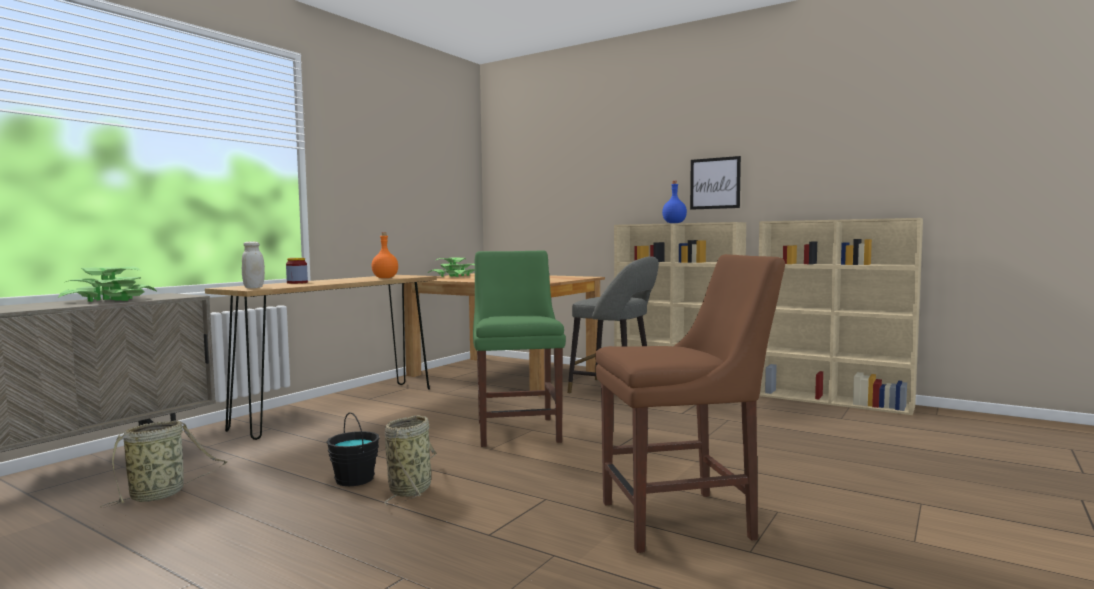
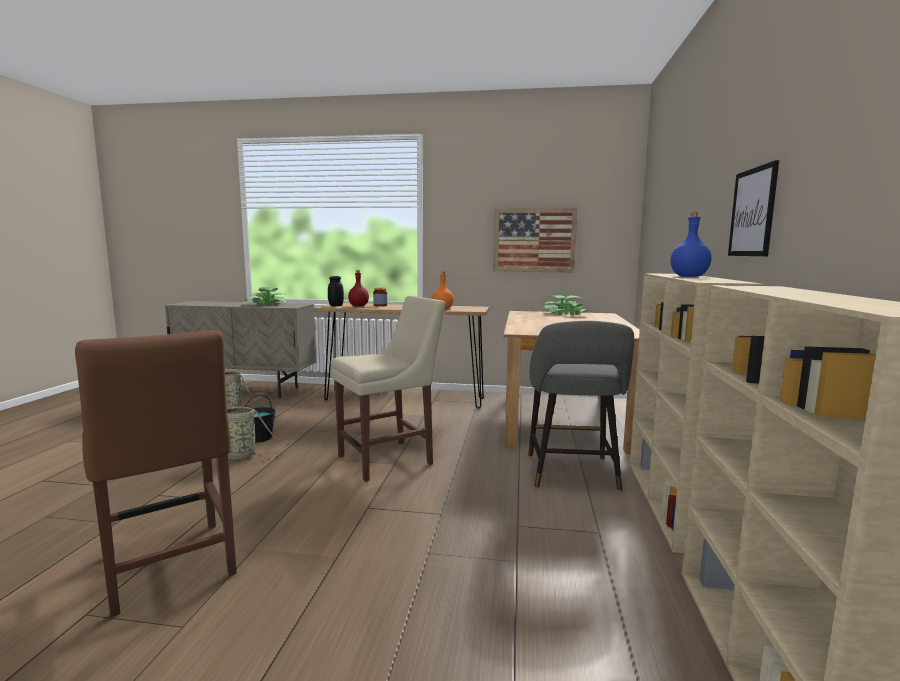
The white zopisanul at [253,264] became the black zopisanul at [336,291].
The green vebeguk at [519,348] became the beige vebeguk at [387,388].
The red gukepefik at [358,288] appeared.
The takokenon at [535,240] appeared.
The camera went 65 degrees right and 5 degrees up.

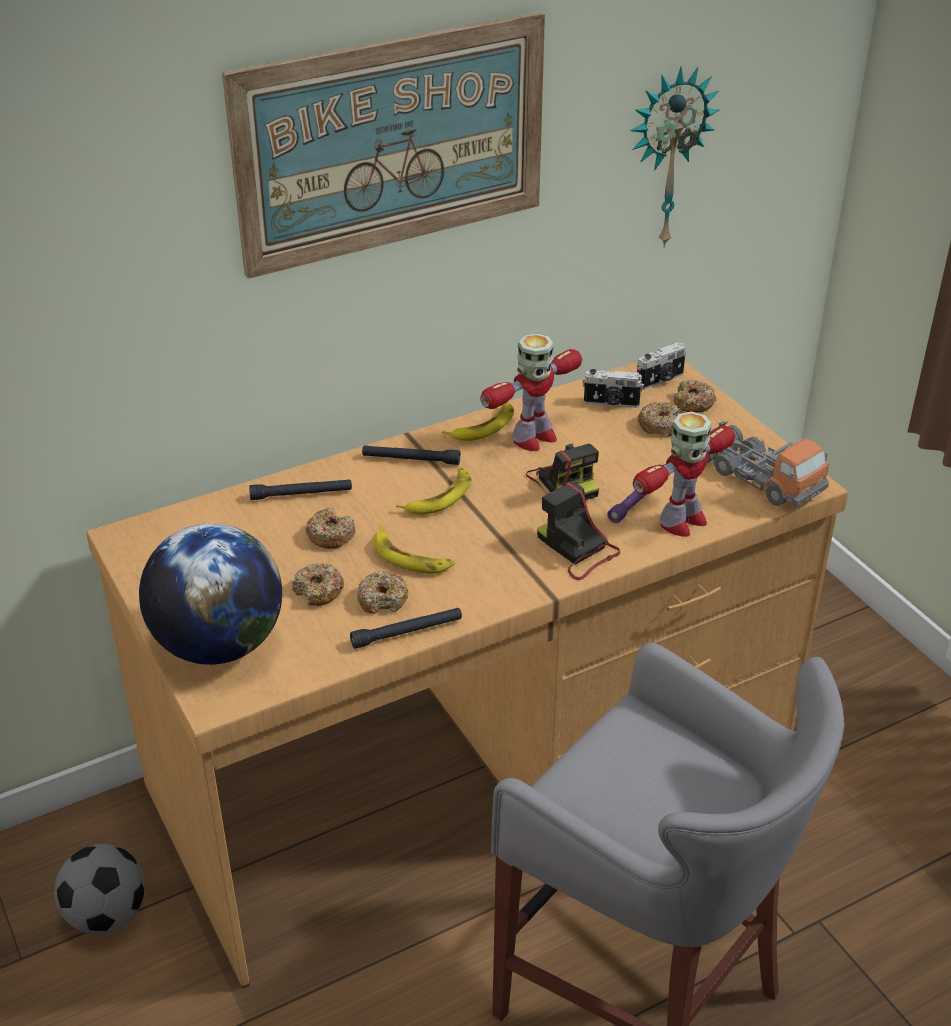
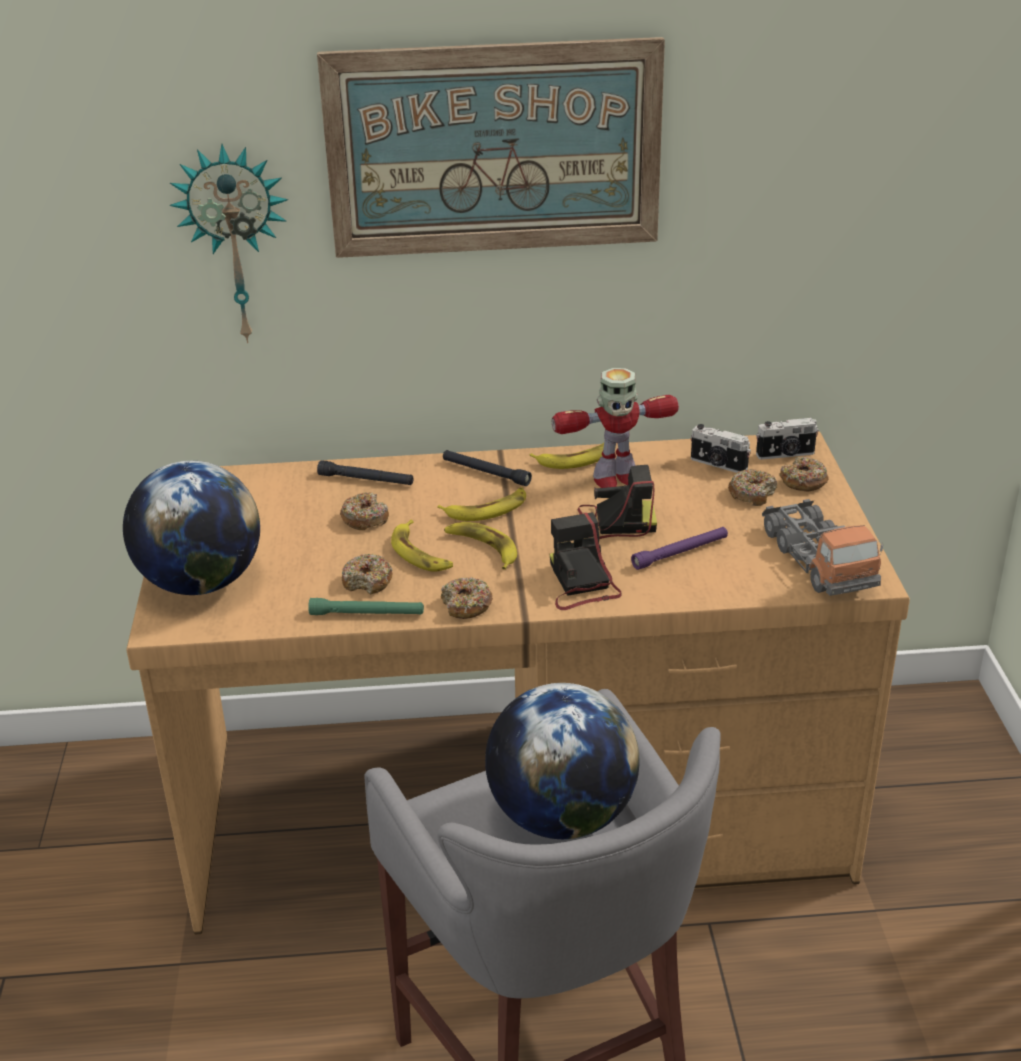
The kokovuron at [99,889] disappeared.
The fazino moved from [318,584] to [467,598].
The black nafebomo at [406,628] became the green nafebomo at [366,606].
The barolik at [562,472] turned 90 degrees counterclockwise.
The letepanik moved from [675,157] to [229,243].
The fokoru at [684,474] disappeared.
The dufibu at [480,546] appeared.
The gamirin at [562,761] appeared.
The camera went 25 degrees right and 5 degrees down.

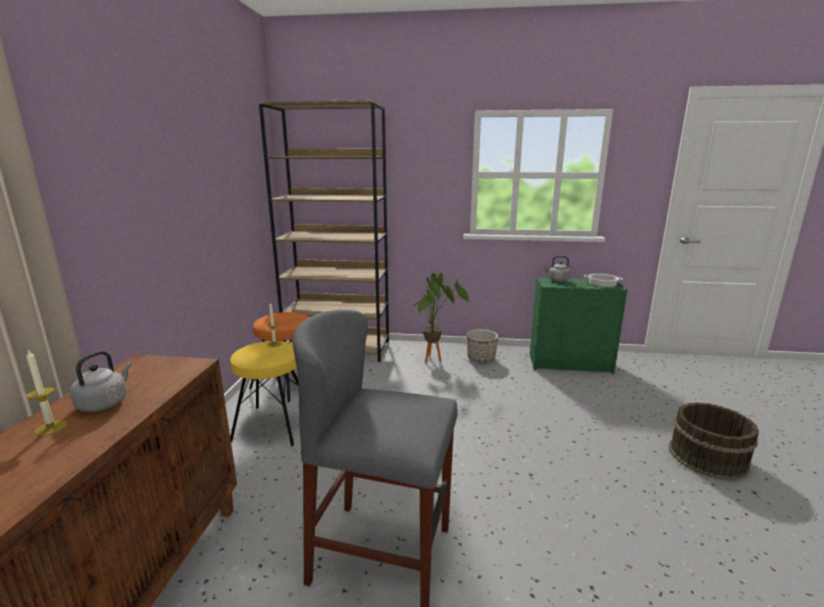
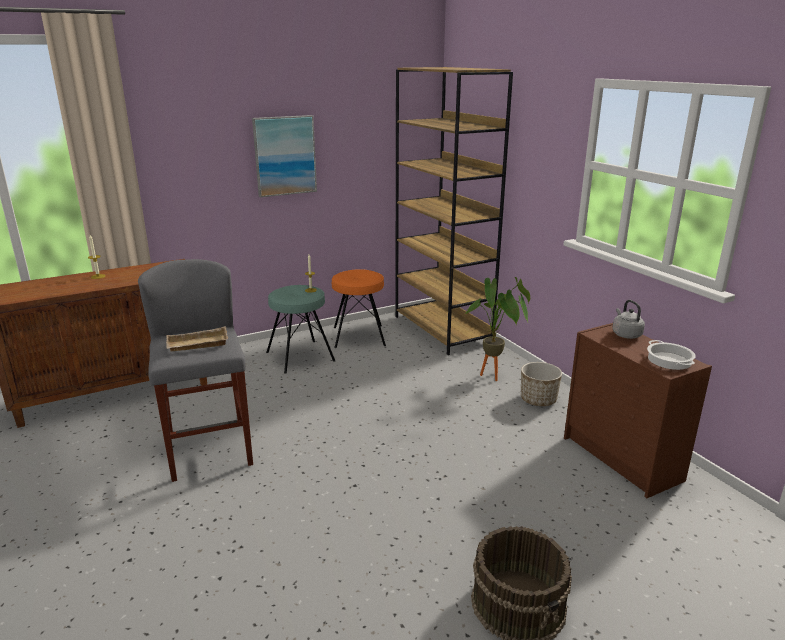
The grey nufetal at [101,381] disappeared.
The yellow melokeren at [264,393] became the turquoise melokeren at [301,329].
The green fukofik at [578,325] became the brown fukofik at [638,410].
The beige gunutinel at [197,338] appeared.
The takokenon at [284,156] appeared.
The camera went 55 degrees right and 5 degrees up.

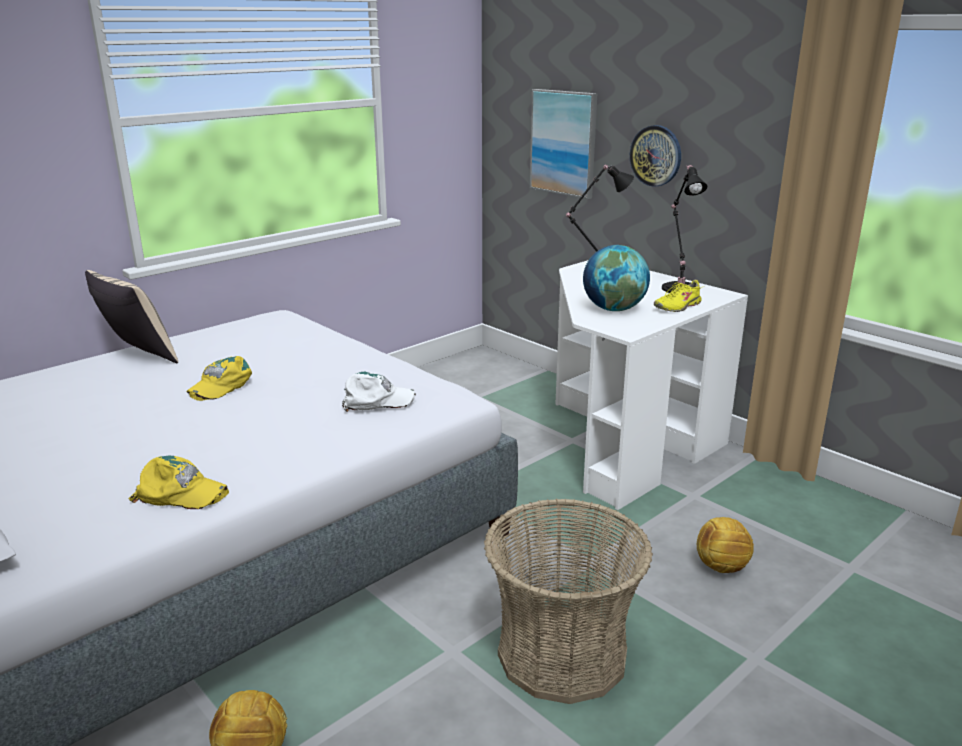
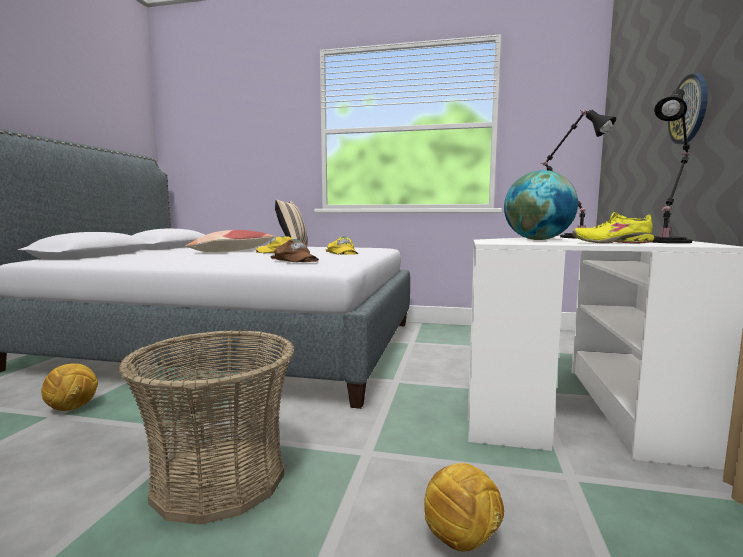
The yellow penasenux moved from [179,482] to [341,245].
The white penasenux at [379,392] became the brown penasenux at [294,250].
The takokenon at [563,144] disappeared.
The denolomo at [230,241] appeared.
The camera went 55 degrees right and 15 degrees down.

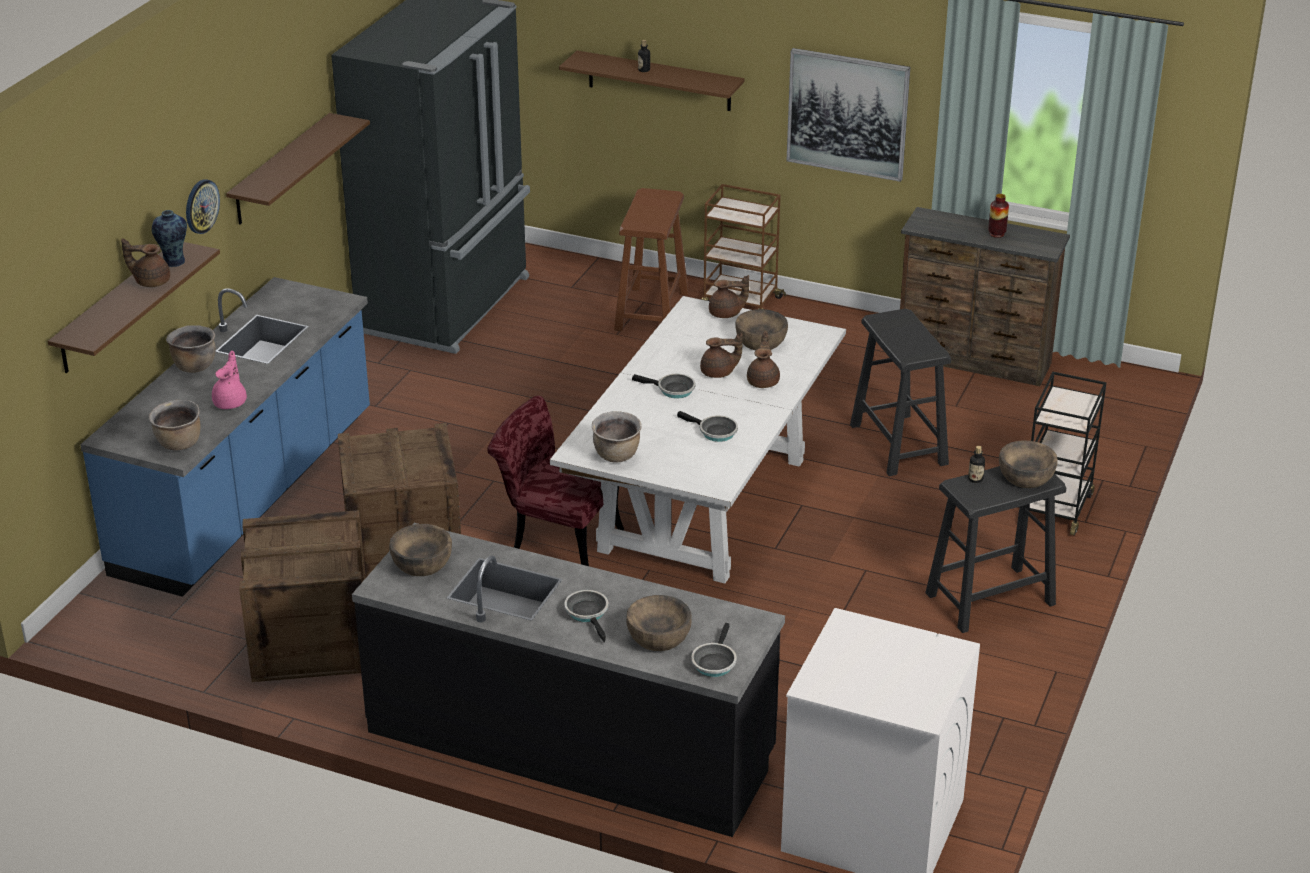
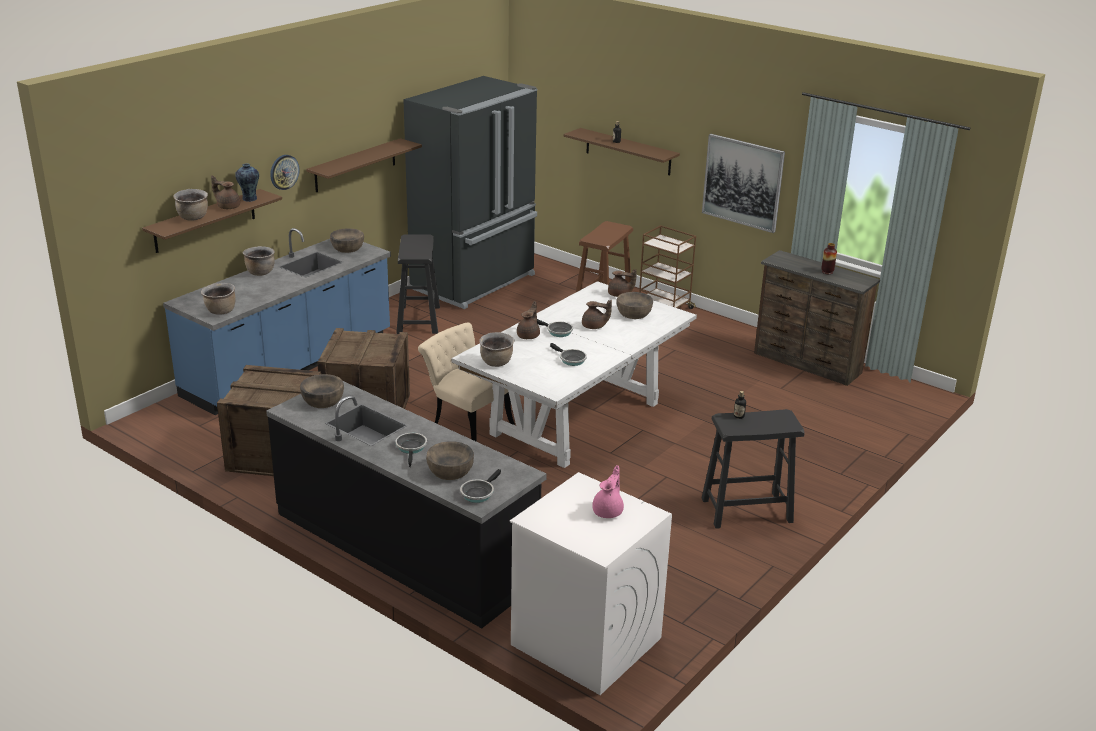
The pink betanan moved from [229,380] to [608,491].
The red vebeguk at [555,481] became the beige vebeguk at [466,382].
The brown betanan moved from [763,359] to [528,320].
The black melokeren moved from [900,392] to [418,284].
The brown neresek moved from [1028,464] to [347,240].
The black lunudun at [1068,453] disappeared.
The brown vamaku at [190,205] appeared.
The camera went 15 degrees right and 5 degrees down.

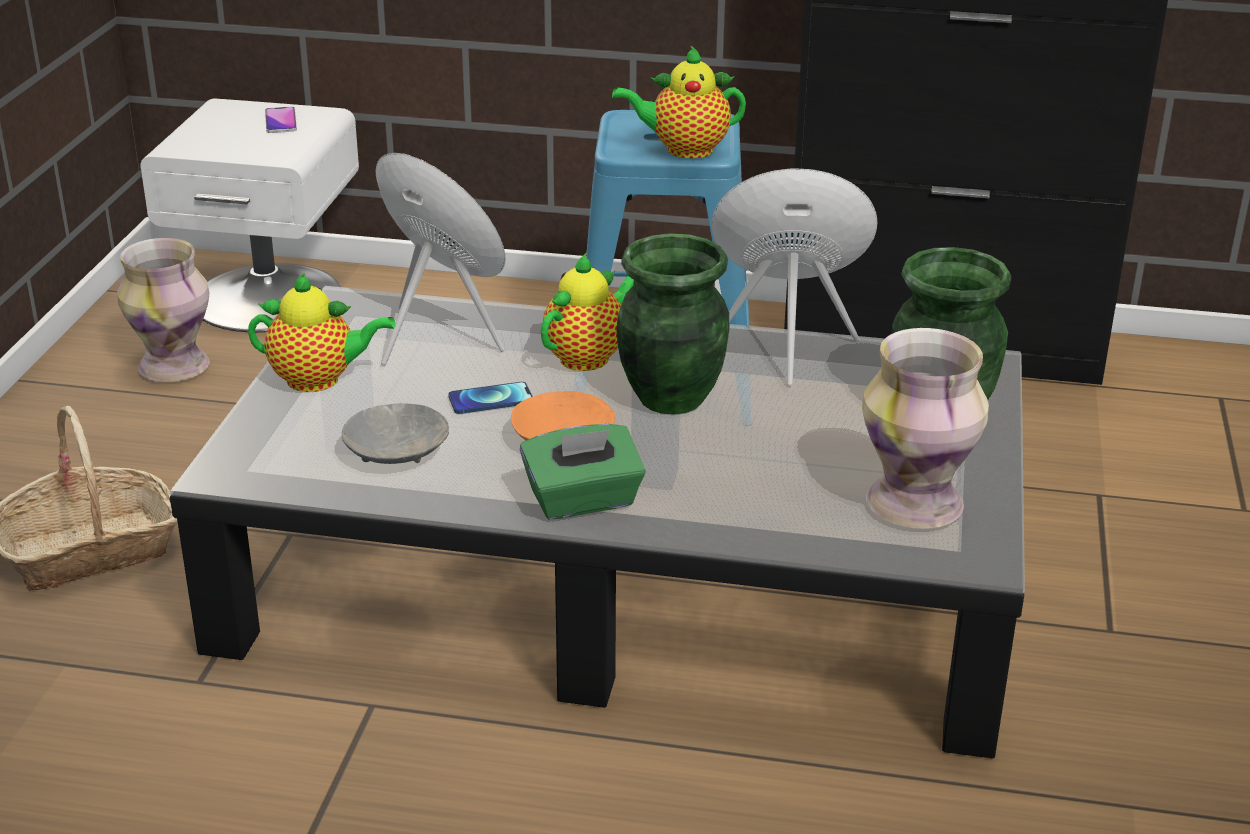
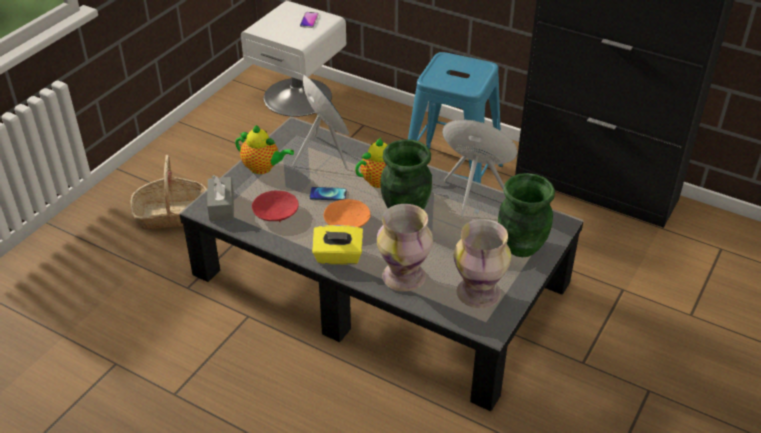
The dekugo moved from [163,310] to [405,248].
The grey neresek at [395,433] became the red neresek at [275,206].
The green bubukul at [583,471] became the yellow bubukul at [337,245].
The betanan at [679,102] disappeared.
The grey bubukul at [220,198] appeared.
The camera went 20 degrees right and 10 degrees up.

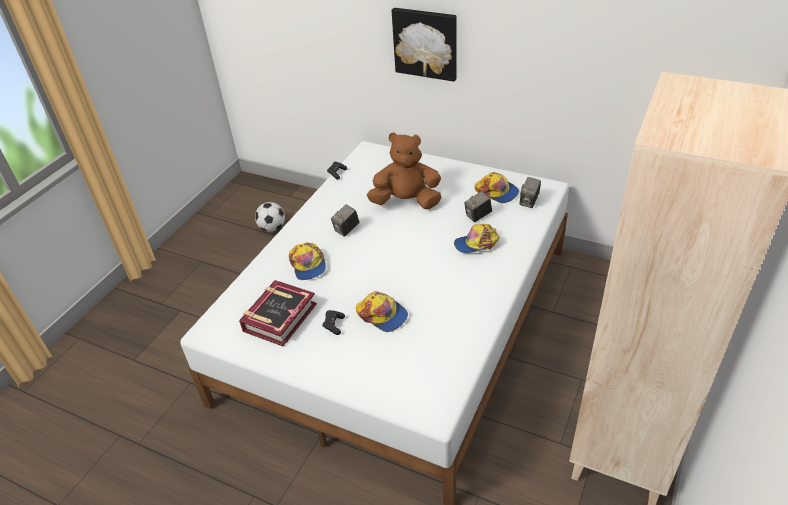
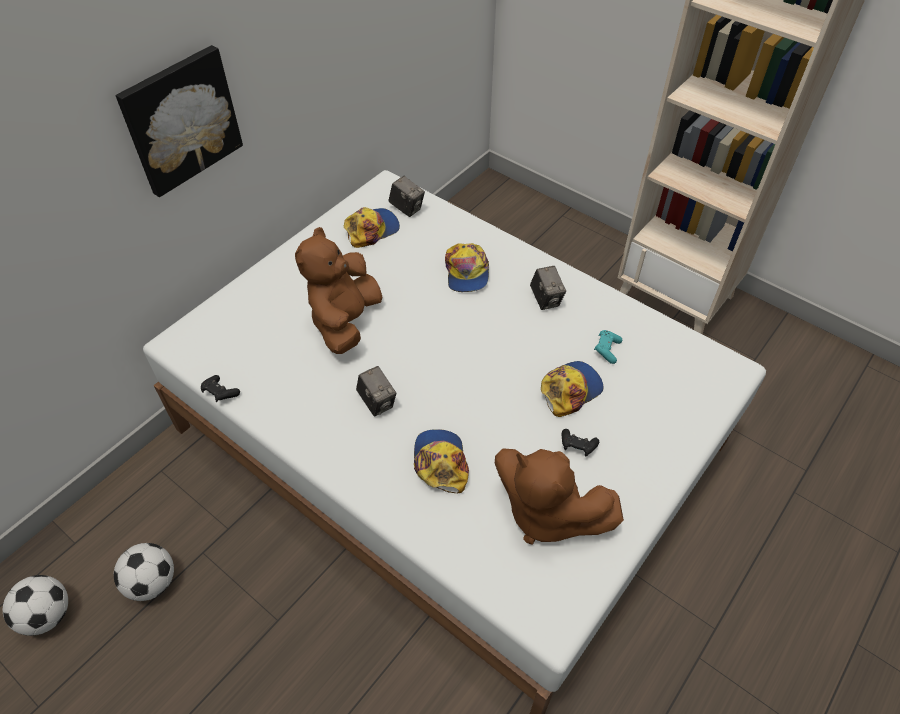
The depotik at [278,313] was replaced by the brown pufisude at [559,496].
The penasenux at [307,261] turned 90 degrees counterclockwise.
The barolik moved from [478,206] to [548,288].
The kokovuron at [35,605] appeared.
The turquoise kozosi at [608,347] appeared.
The camera went 80 degrees left and 10 degrees up.

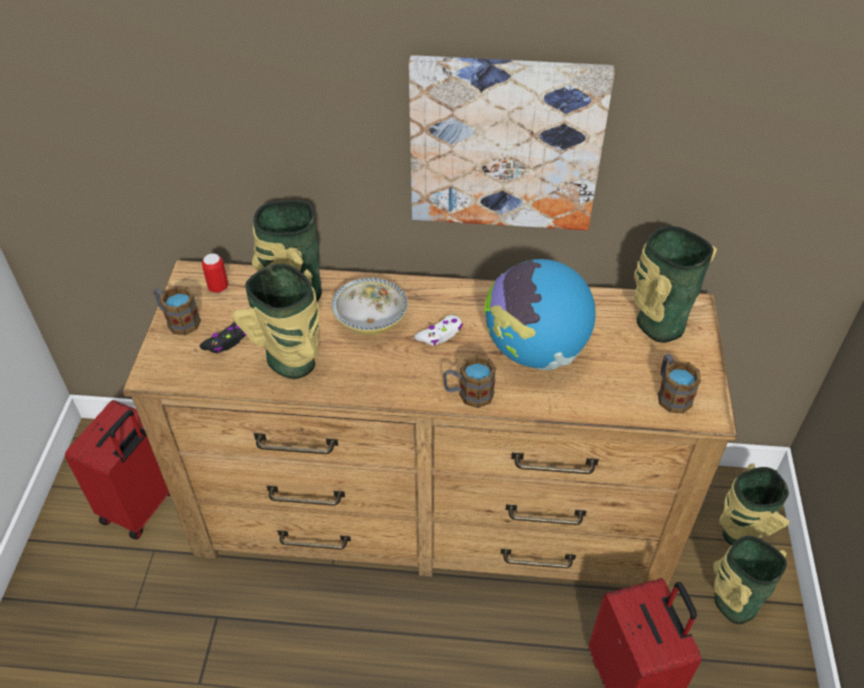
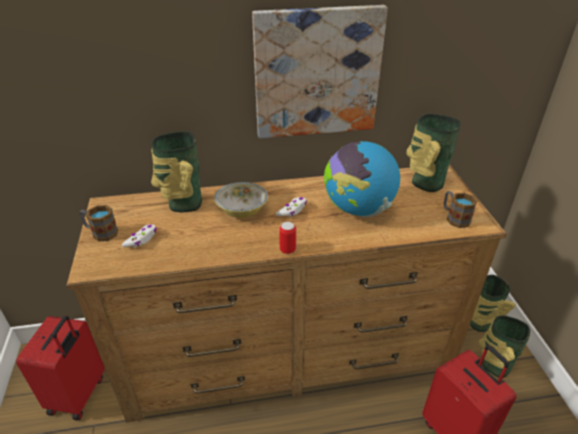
The black kozosi at [223,337] became the white kozosi at [139,235].
The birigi moved from [215,273] to [287,238].
The dekugo at [276,321] disappeared.
The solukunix at [469,381] disappeared.
The camera went 15 degrees left and 10 degrees down.

